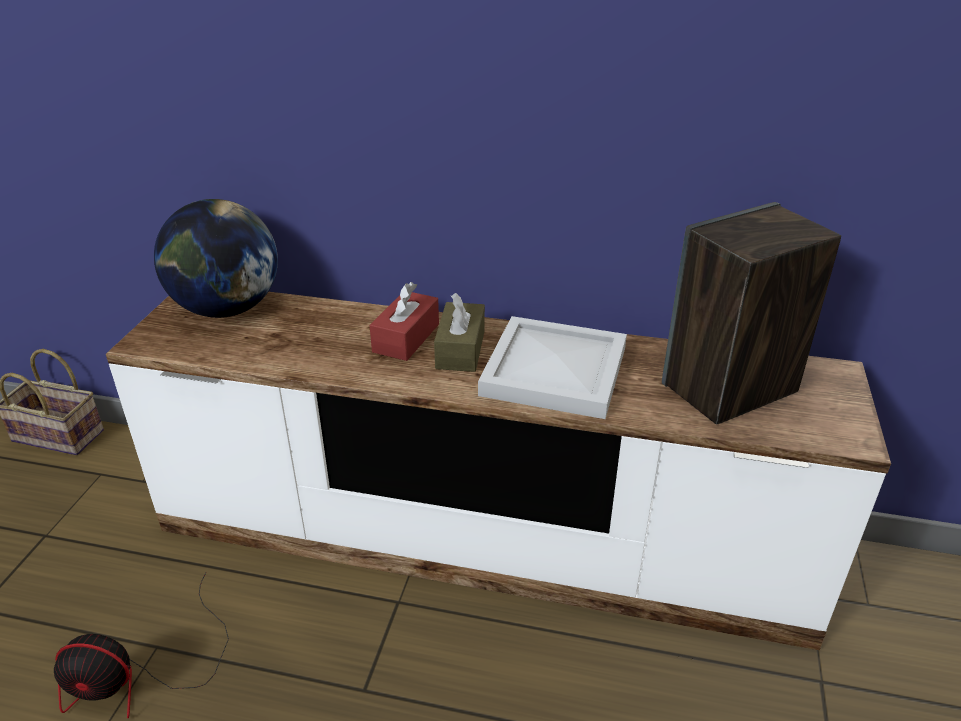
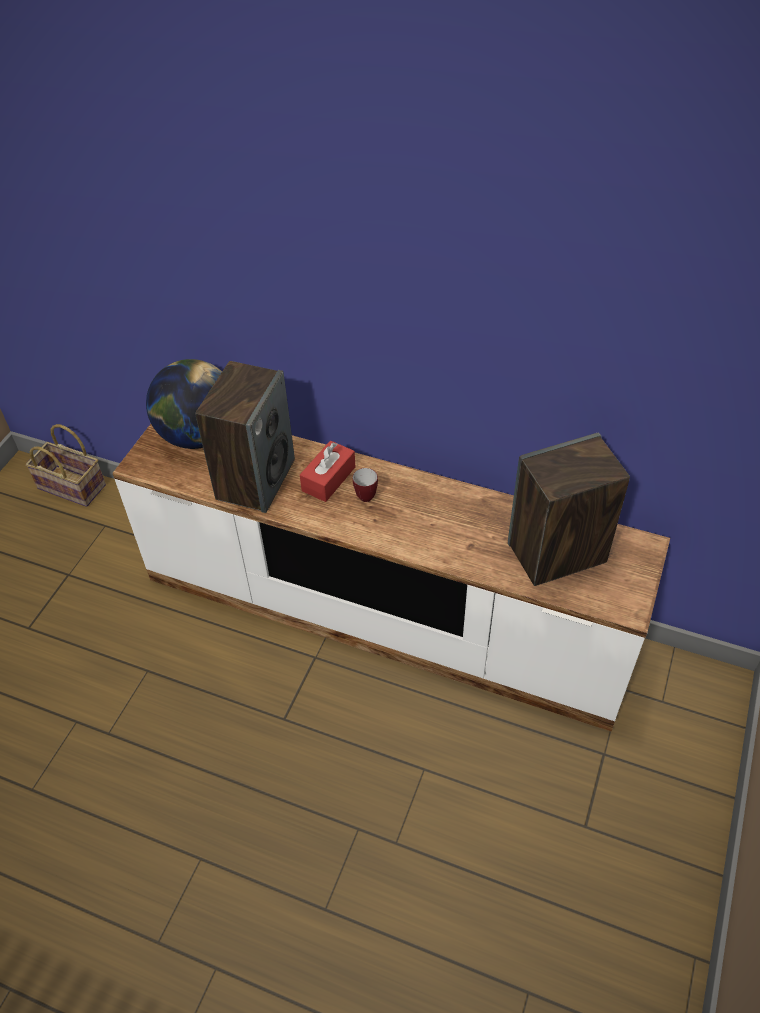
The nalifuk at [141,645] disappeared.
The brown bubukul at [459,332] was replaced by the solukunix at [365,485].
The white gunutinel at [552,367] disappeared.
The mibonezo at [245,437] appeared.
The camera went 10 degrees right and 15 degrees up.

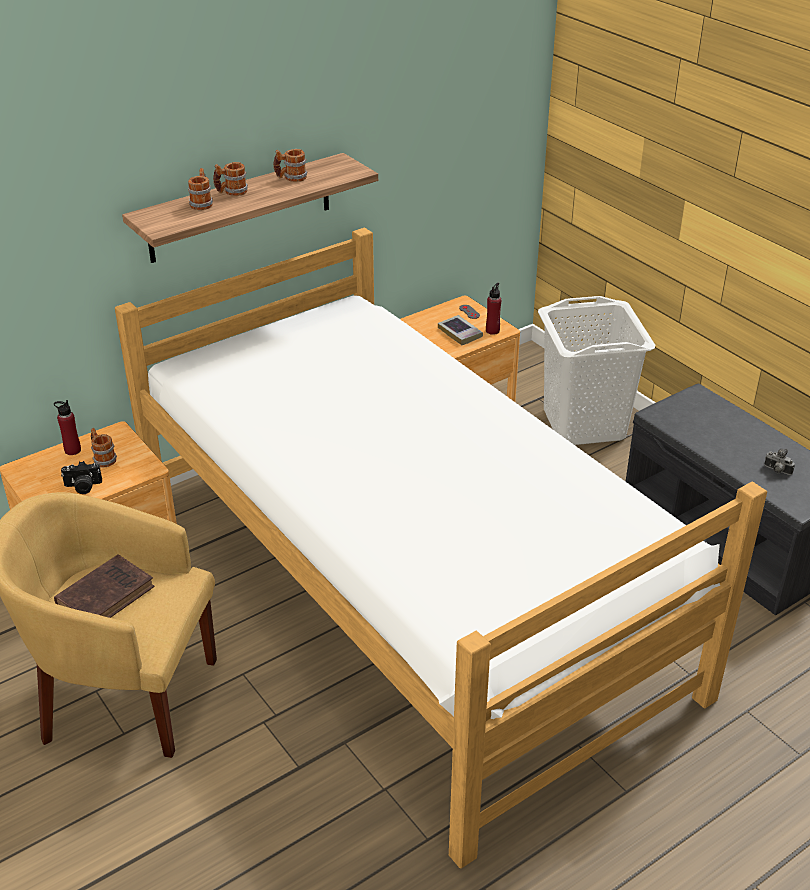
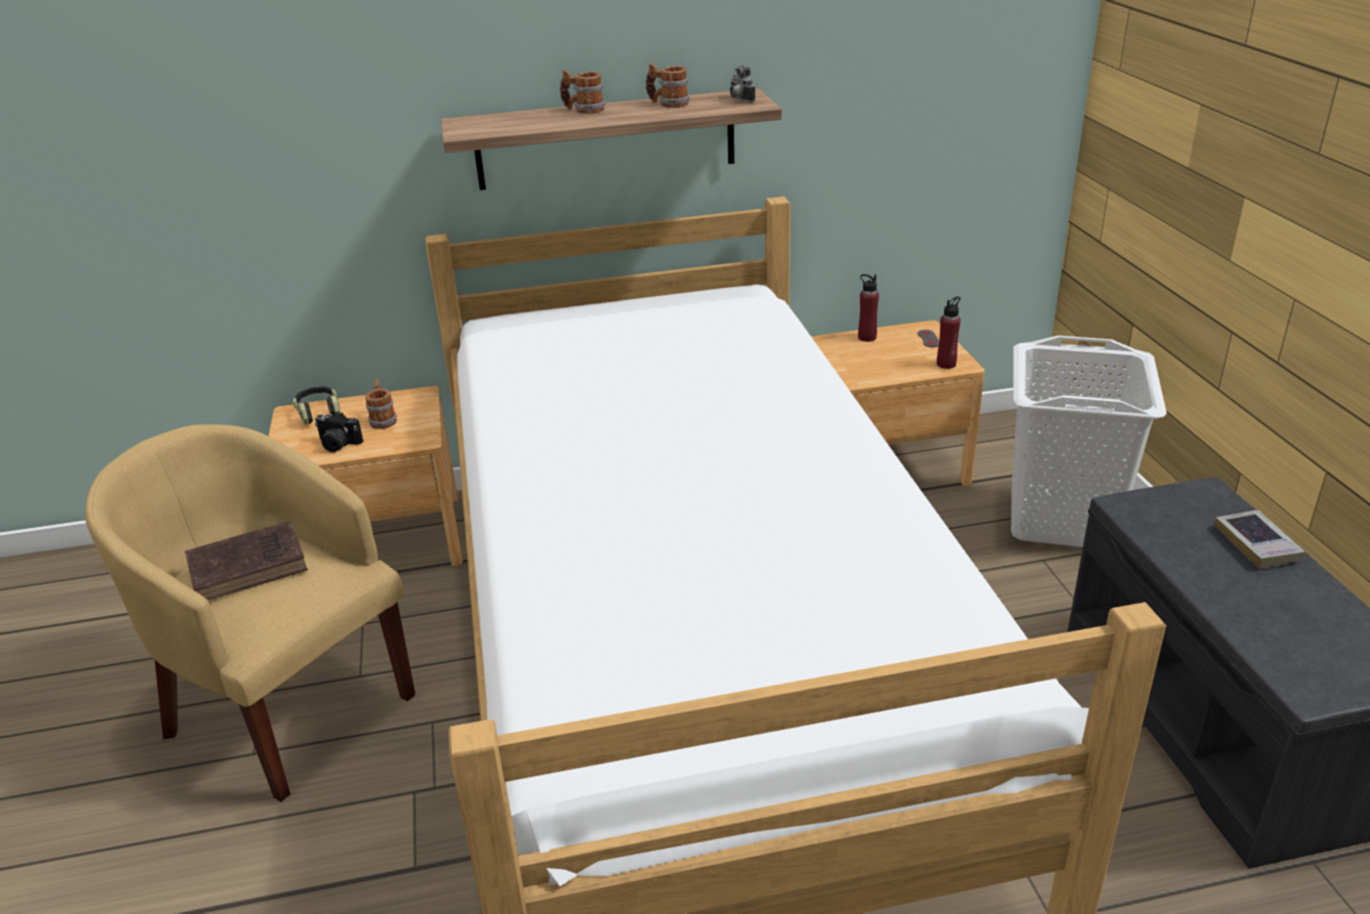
The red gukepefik moved from [67,427] to [868,308].
The solukunix at [200,189] disappeared.
The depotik moved from [460,330] to [1260,539].
The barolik moved from [779,462] to [742,84].
The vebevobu at [317,406] appeared.
The camera went 25 degrees right and 5 degrees down.

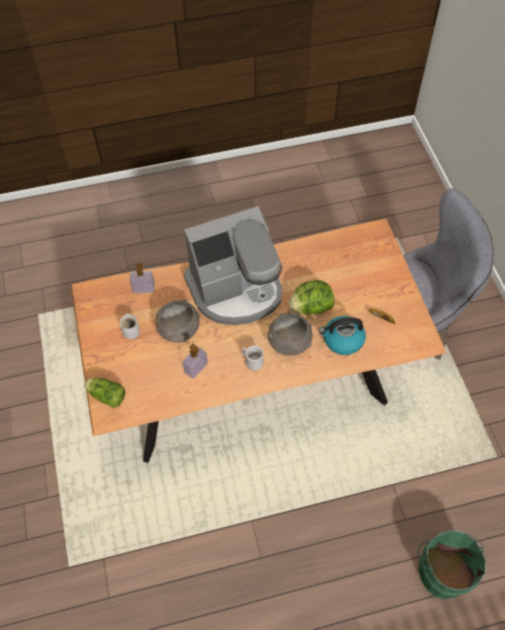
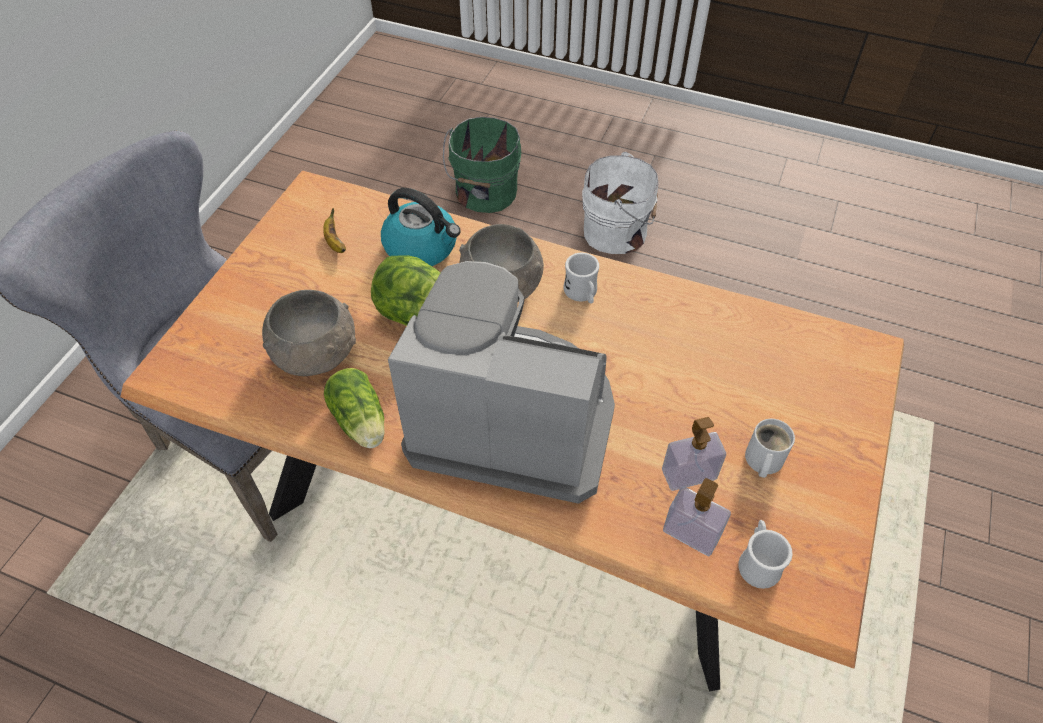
The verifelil moved from [104,392] to [354,408].
The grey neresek moved from [178,321] to [309,333].
The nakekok moved from [195,361] to [694,454].
The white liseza at [620,203] appeared.
The white solukunix at [765,554] appeared.
The camera went 145 degrees left and 5 degrees down.

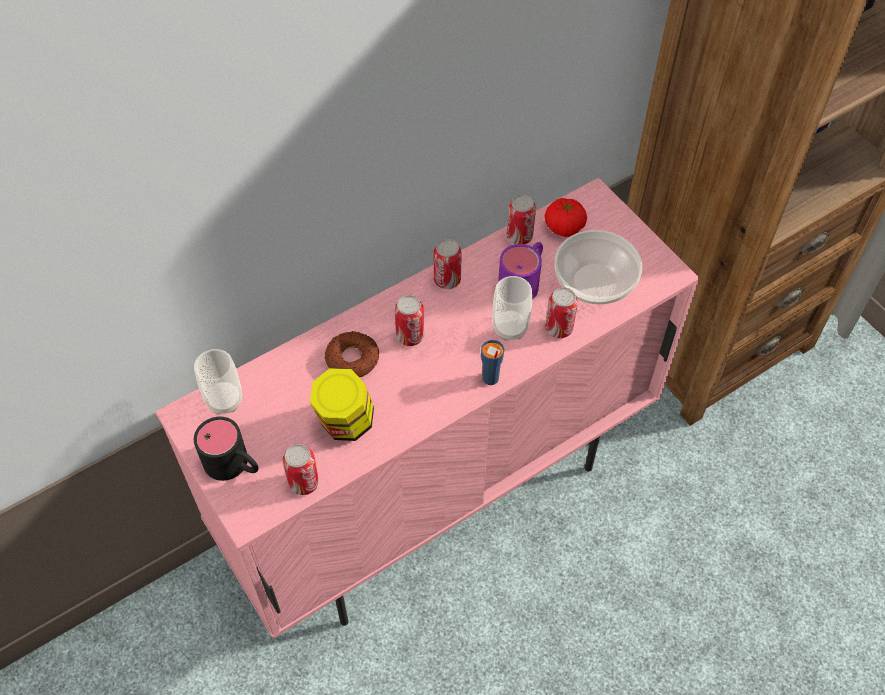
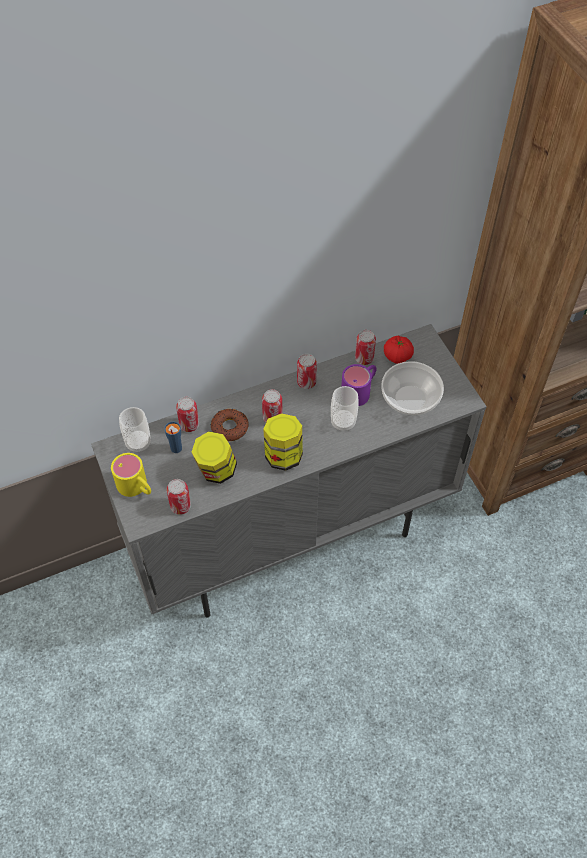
The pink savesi at [427,408] became the grey savesi at [289,470].
The black solukunix at [226,449] became the yellow solukunix at [131,475].
The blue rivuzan moved from [492,362] to [173,437].
The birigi moved from [561,312] to [187,414].
The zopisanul at [283,442] appeared.
The camera went 10 degrees right and 0 degrees up.

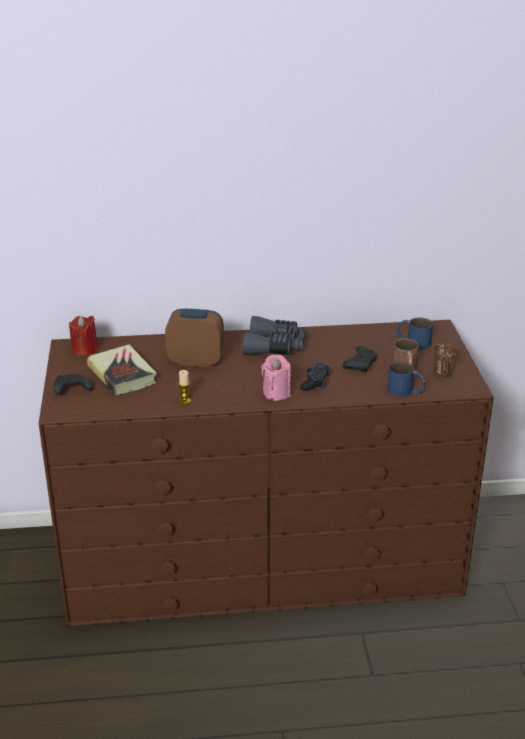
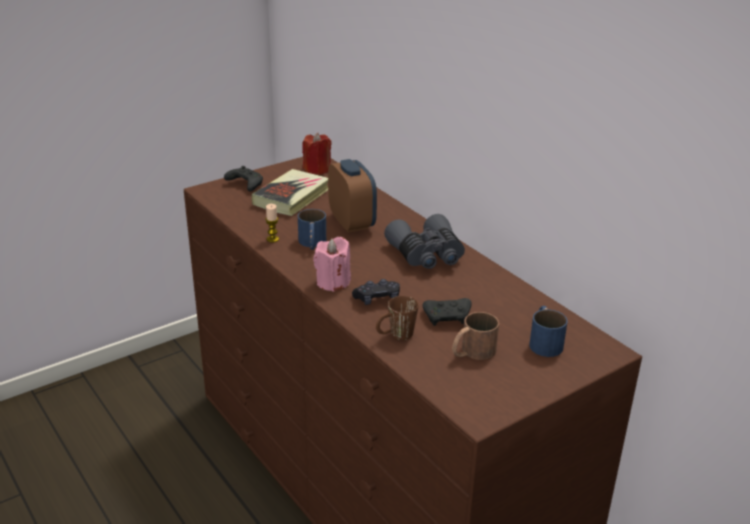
The blue solukunix moved from [406,379] to [312,229].
The brown solukunix moved from [445,359] to [397,318].
The camera went 60 degrees right and 0 degrees up.

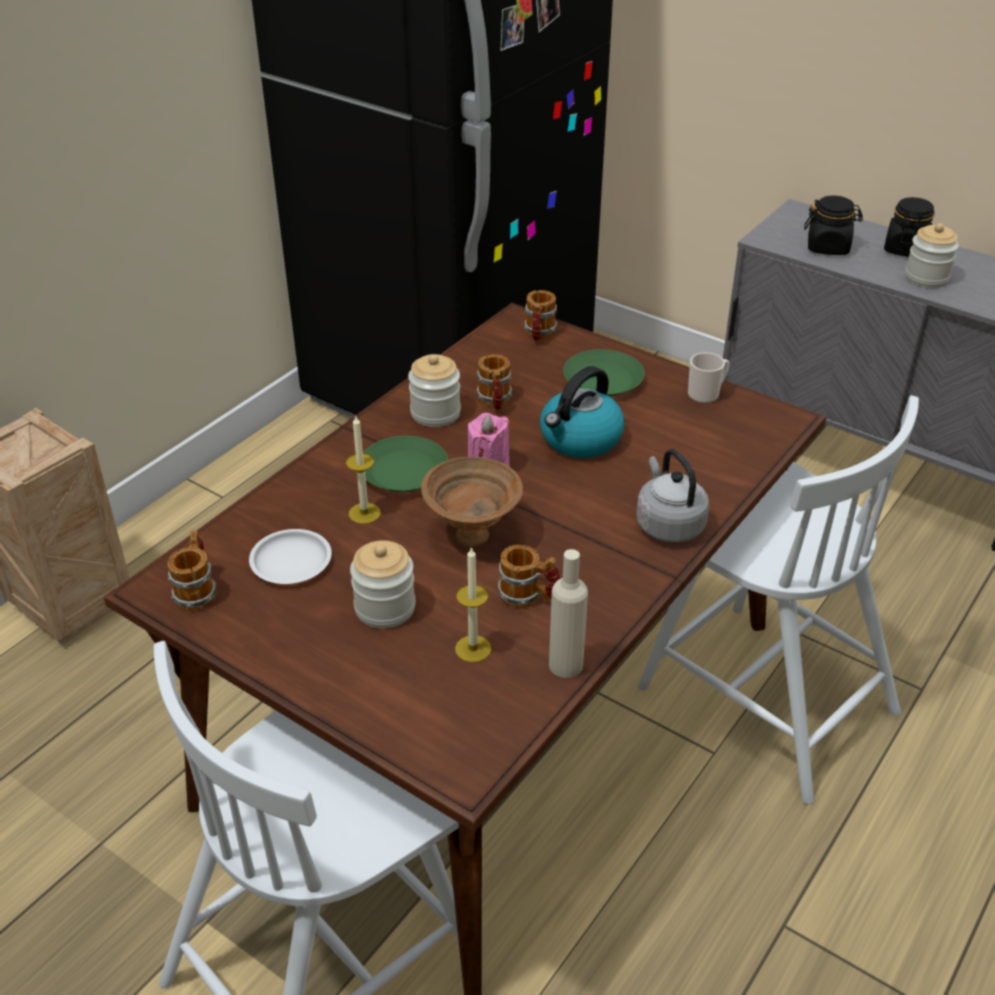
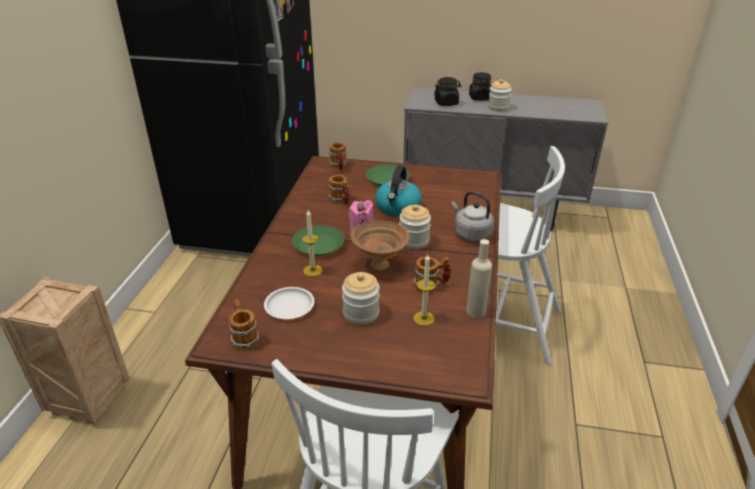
The zopisanul moved from [434,390] to [415,226].
The solukunix at [709,378] disappeared.
The camera went 25 degrees left and 5 degrees down.

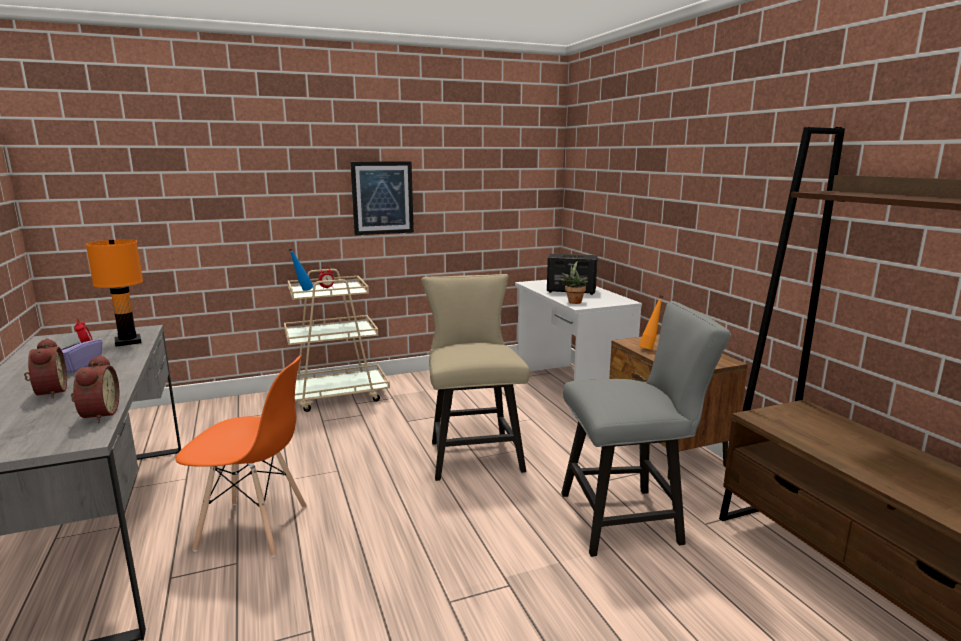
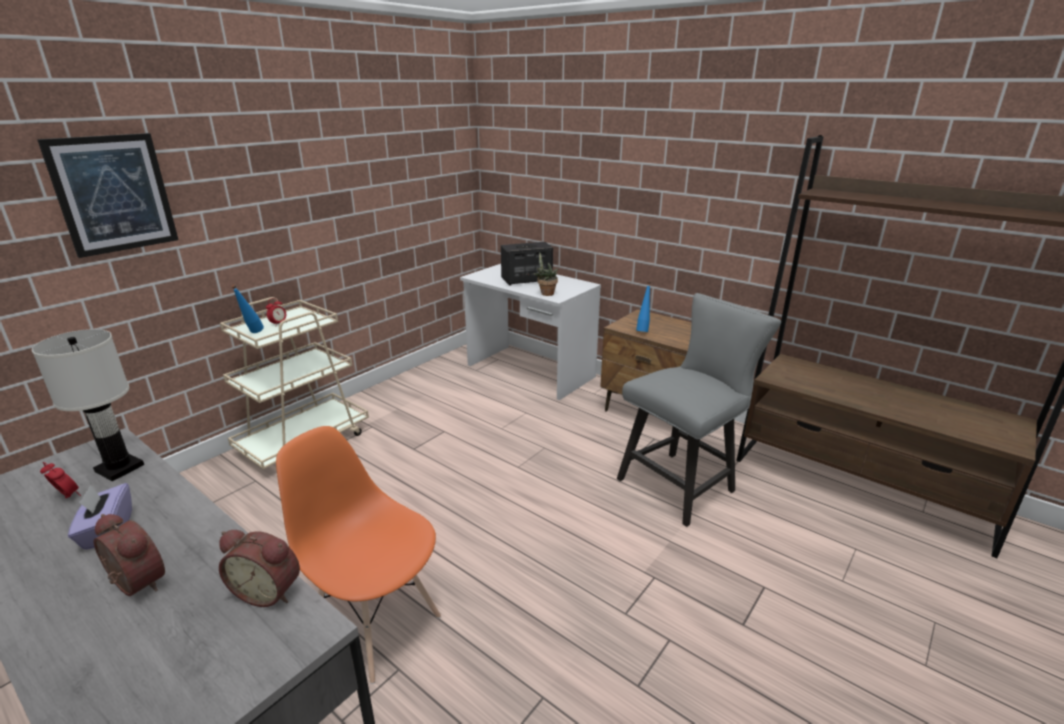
The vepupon at [95,389] turned 150 degrees clockwise.
The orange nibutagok at [114,293] became the white nibutagok at [88,405].
The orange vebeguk at [241,456] turned 120 degrees counterclockwise.
The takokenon moved from [382,198] to [108,195].
The beige vebeguk at [475,377] disappeared.
The orange gukepefik at [651,322] became the blue gukepefik at [643,307].
The camera went 30 degrees left and 10 degrees up.

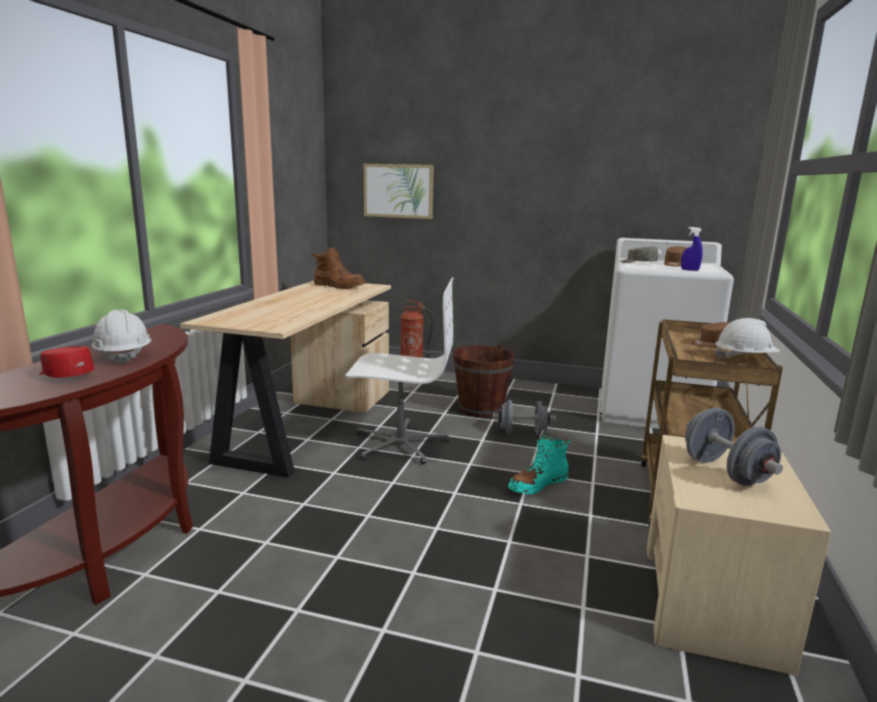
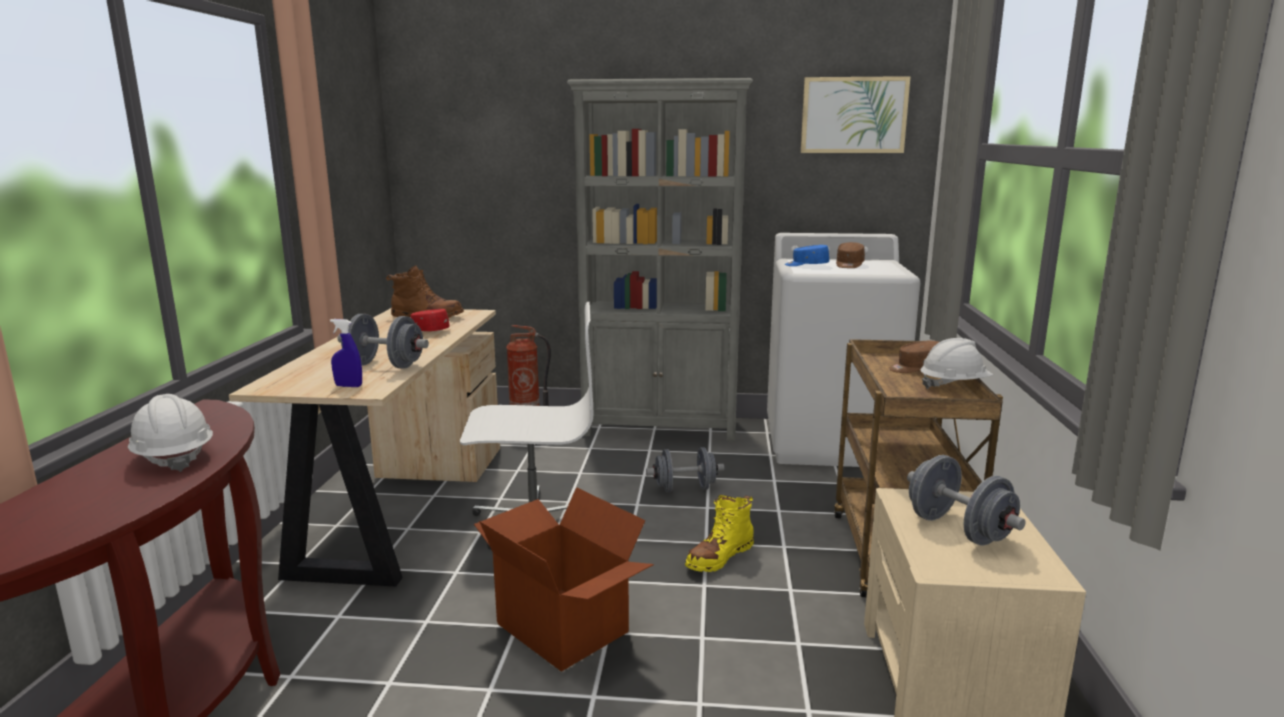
The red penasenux moved from [67,362] to [430,320].
The takokenon moved from [399,191] to [856,114].
The brown liseza at [484,381] disappeared.
The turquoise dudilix at [539,464] became the yellow dudilix at [719,533].
The grey penasenux at [639,255] became the blue penasenux at [807,255].
The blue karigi moved from [692,249] to [346,353].
The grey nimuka at [383,341] appeared.
The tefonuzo at [564,579] appeared.
The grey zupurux at [660,259] appeared.
The camera went 10 degrees left and 0 degrees up.

